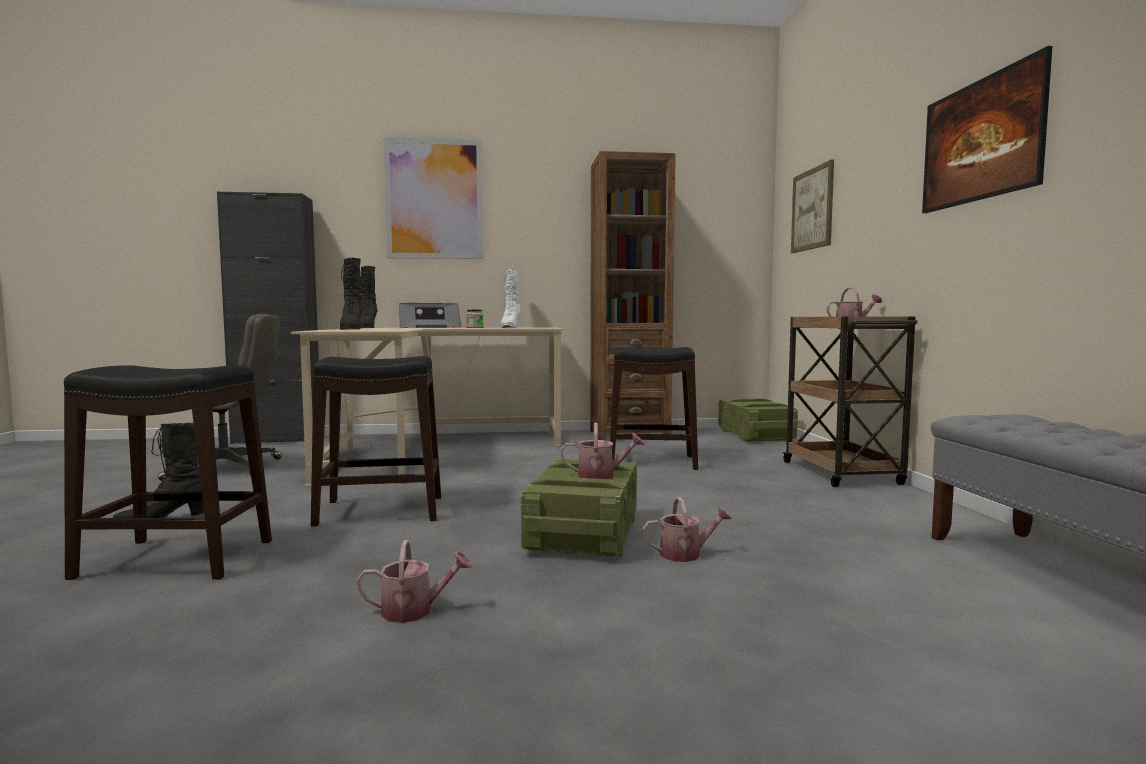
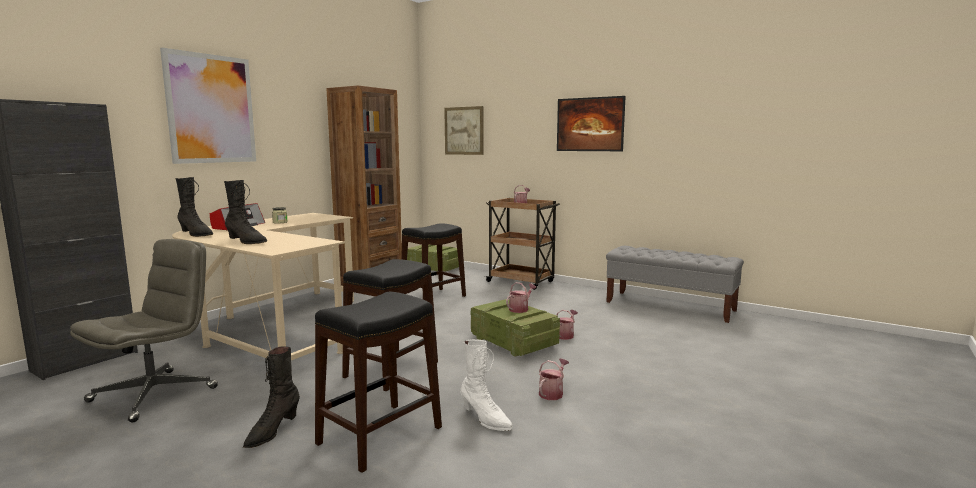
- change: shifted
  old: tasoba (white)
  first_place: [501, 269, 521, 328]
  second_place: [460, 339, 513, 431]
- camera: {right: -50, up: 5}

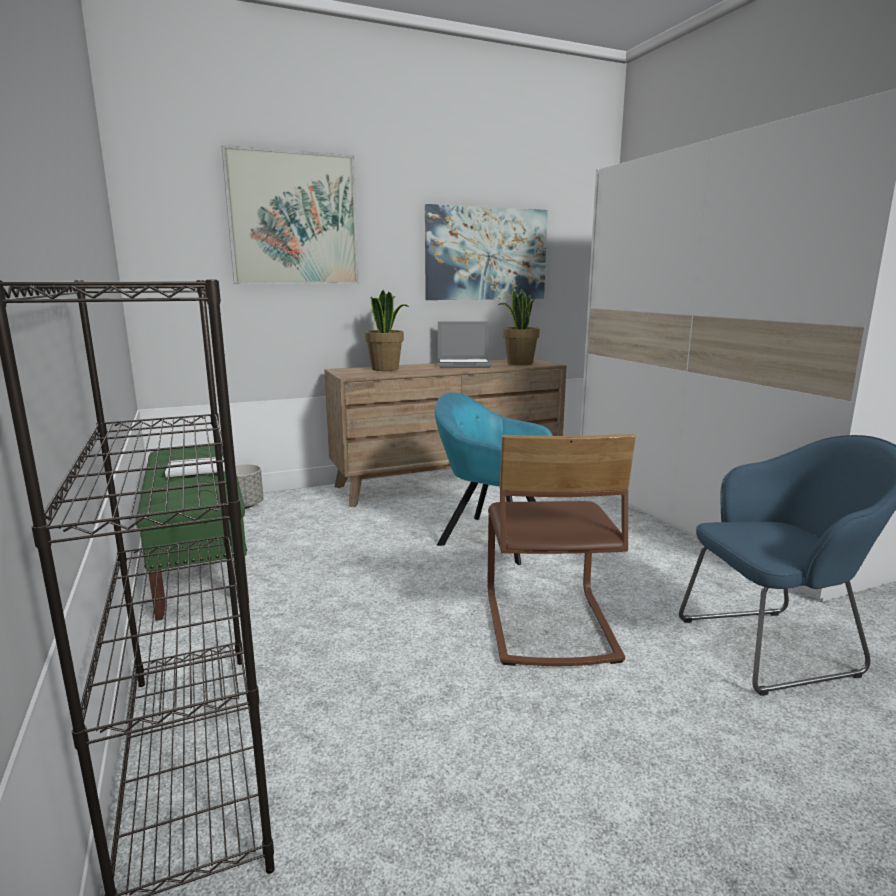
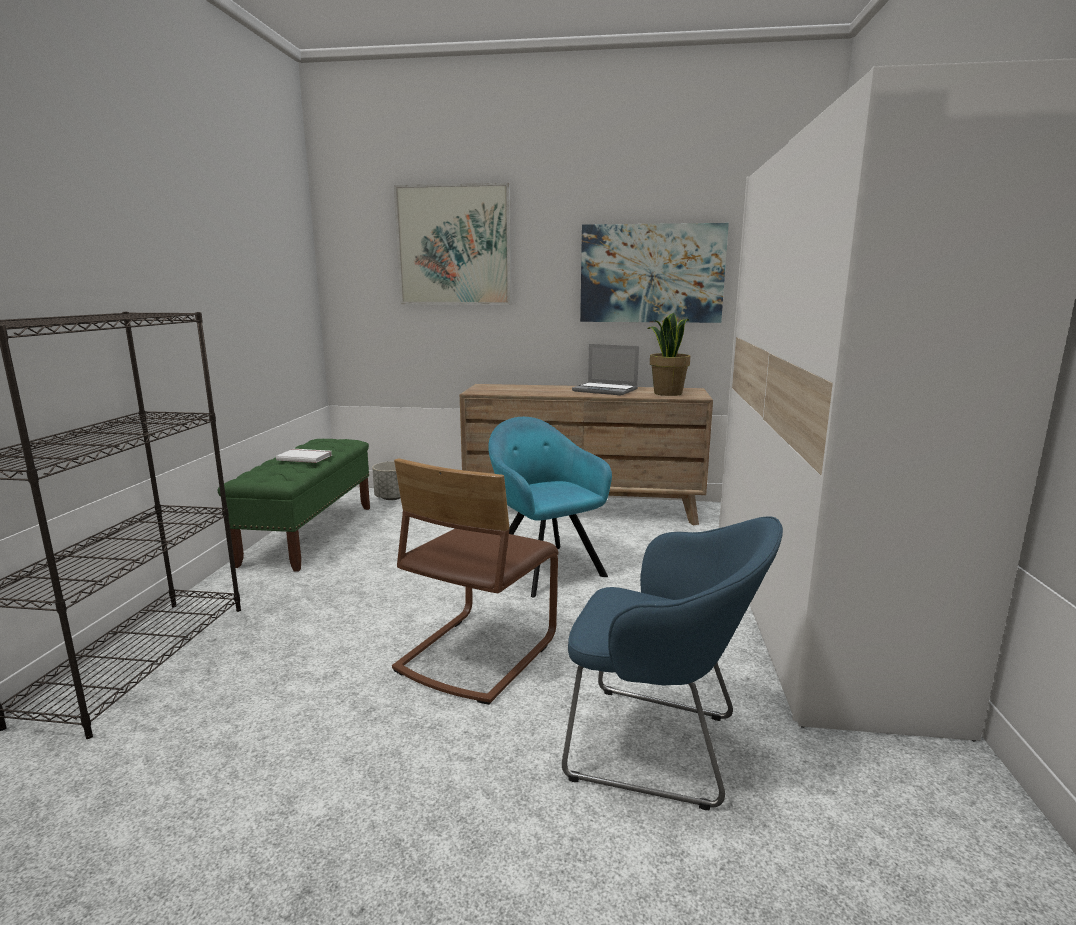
- change: gone
  old: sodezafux
  first_place: [365, 290, 409, 371]
- camera: {right: 30, up: 0}

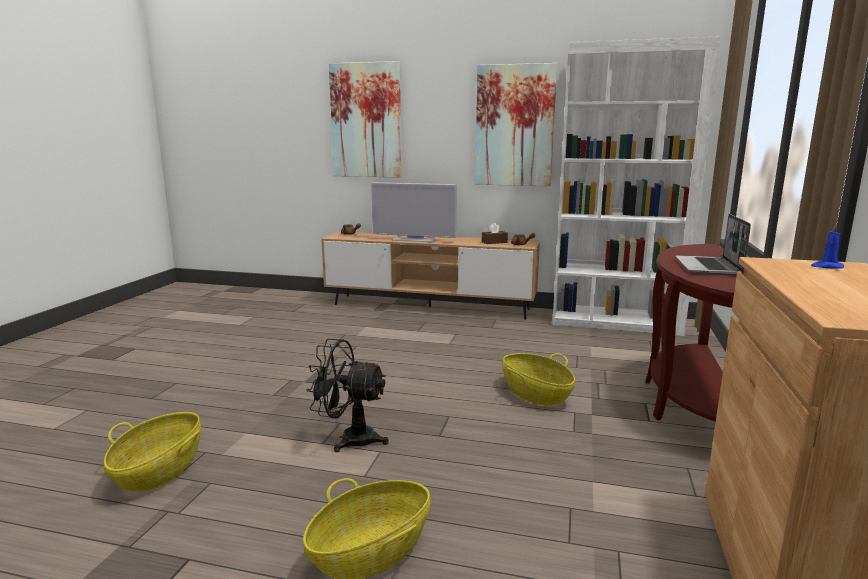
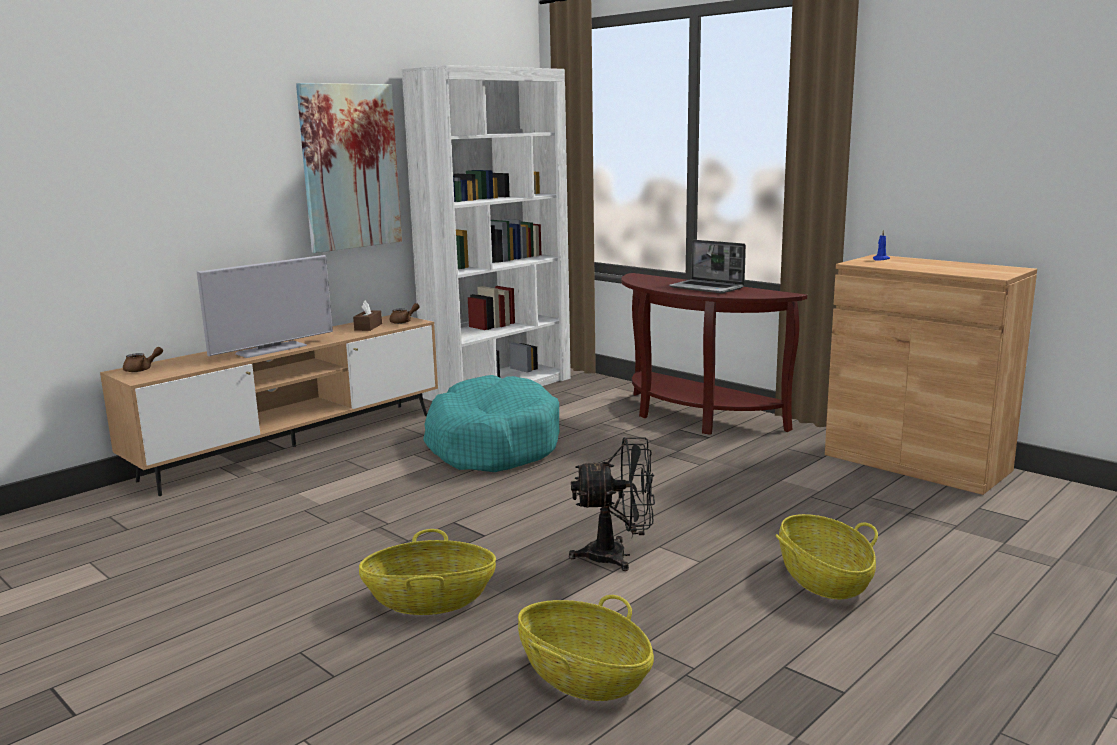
- change: rotated
  old: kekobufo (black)
  first_place: [306, 339, 389, 452]
  second_place: [569, 437, 655, 571]
  degrees: -135
- change: gone
  old: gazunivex
  first_place: [329, 61, 402, 178]
- change: shifted
  old: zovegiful
  first_place: [502, 353, 575, 406]
  second_place: [359, 529, 496, 615]
- change: new
  new: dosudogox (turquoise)
  second_place: [423, 375, 560, 472]
- camera: {right: -60, up: 0}

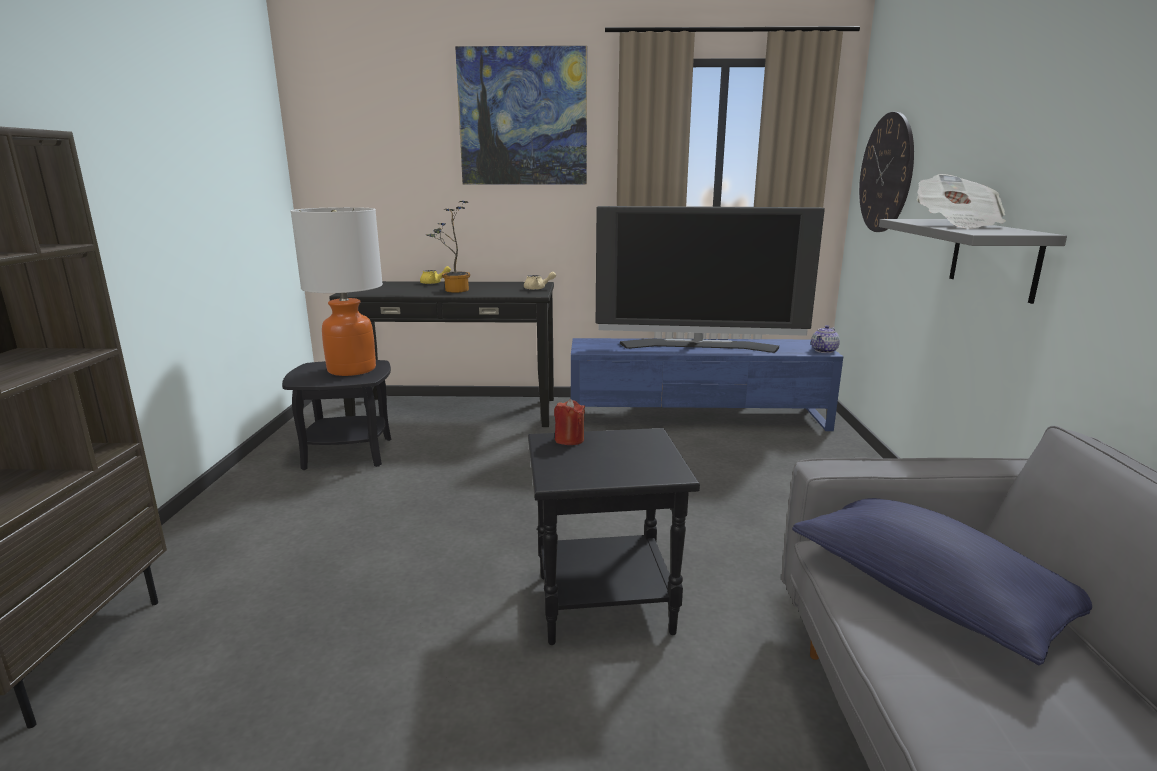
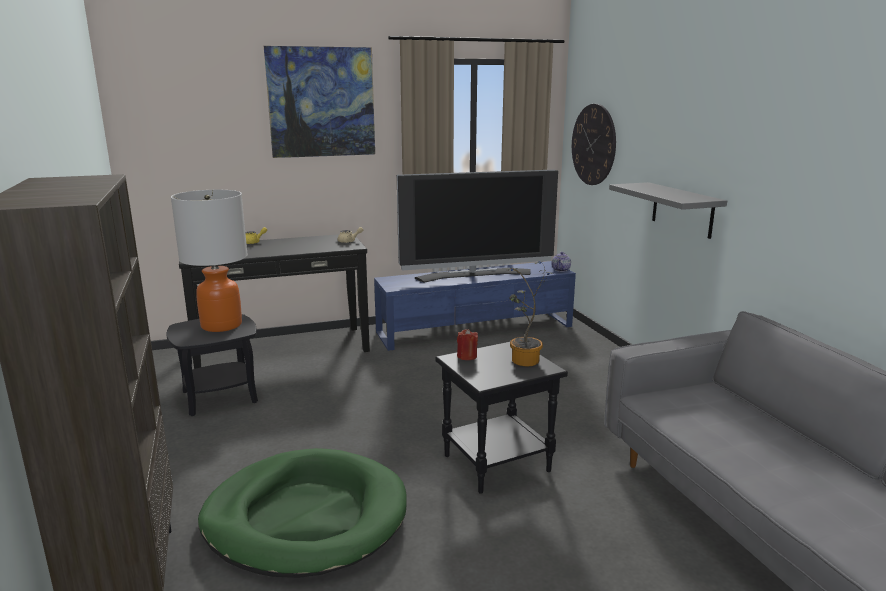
- change: shifted
  old: sodezafux
  first_place: [426, 201, 470, 293]
  second_place: [505, 261, 554, 366]
- change: gone
  old: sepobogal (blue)
  first_place: [792, 498, 1092, 665]
- change: gone
  old: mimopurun
  first_place: [917, 174, 1006, 229]
- change: new
  new: dosudogox (green)
  second_place: [198, 448, 407, 578]
- camera: {right: -20, up: 0}

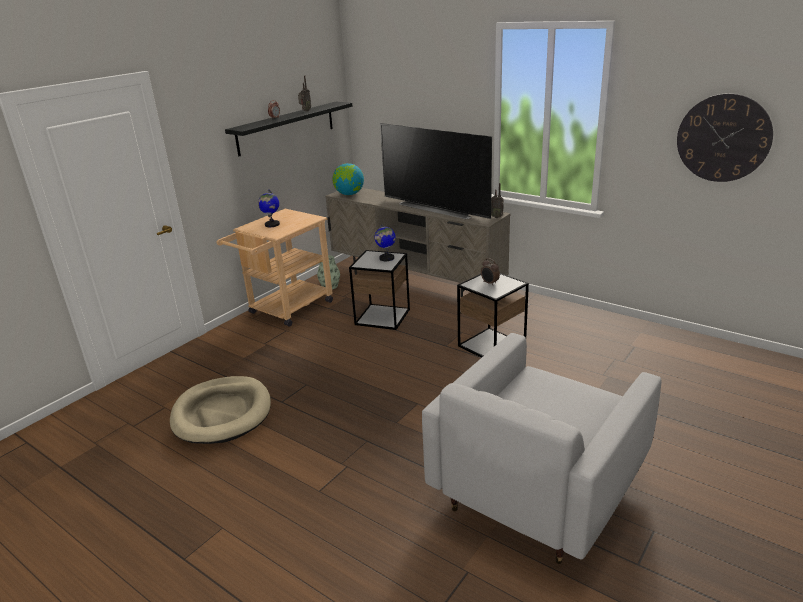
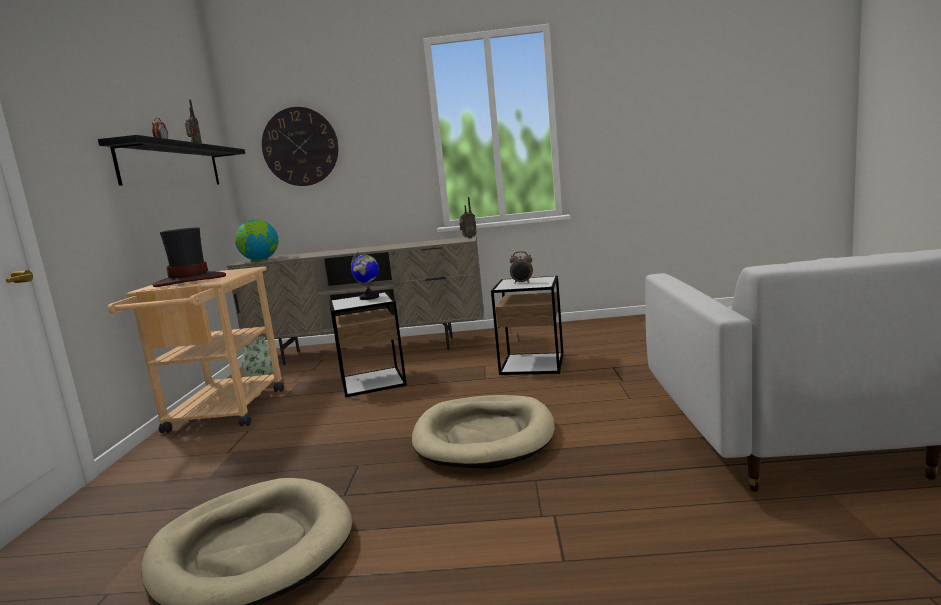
- change: swapped
  old: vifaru
  new: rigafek
  first_place: [258, 189, 280, 227]
  second_place: [152, 228, 226, 287]
- change: gone
  old: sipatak
  first_place: [380, 123, 492, 219]
- change: shifted
  old: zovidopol
  first_place: [677, 93, 773, 182]
  second_place: [262, 107, 338, 186]
- change: new
  new: dosudogox (beige)
  second_place: [412, 395, 555, 469]
- camera: {right: -35, up: -15}

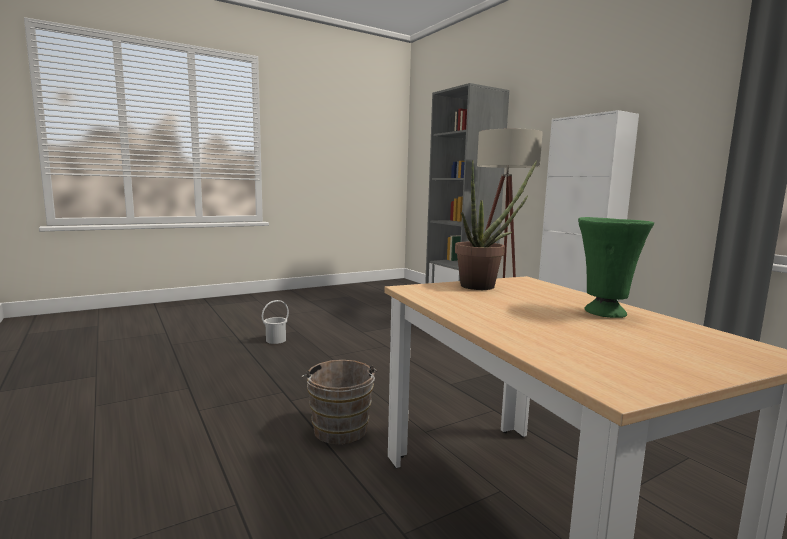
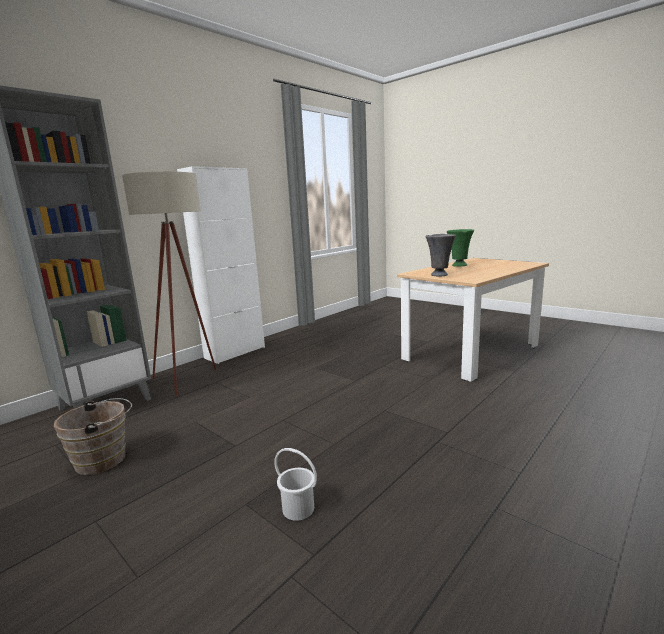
- change: shifted
  old: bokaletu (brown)
  first_place: [301, 360, 377, 444]
  second_place: [54, 398, 132, 475]
- change: swapped
  old: sodezafux
  new: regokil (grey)
  first_place: [455, 160, 537, 290]
  second_place: [425, 234, 456, 276]
- camera: {right: -105, up: 5}

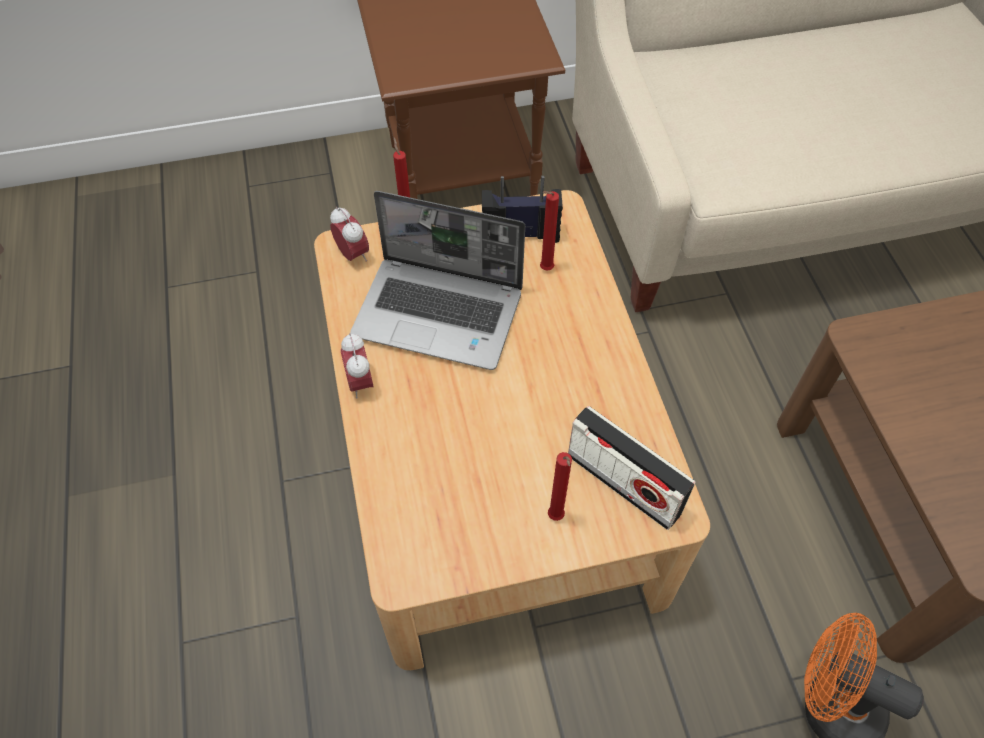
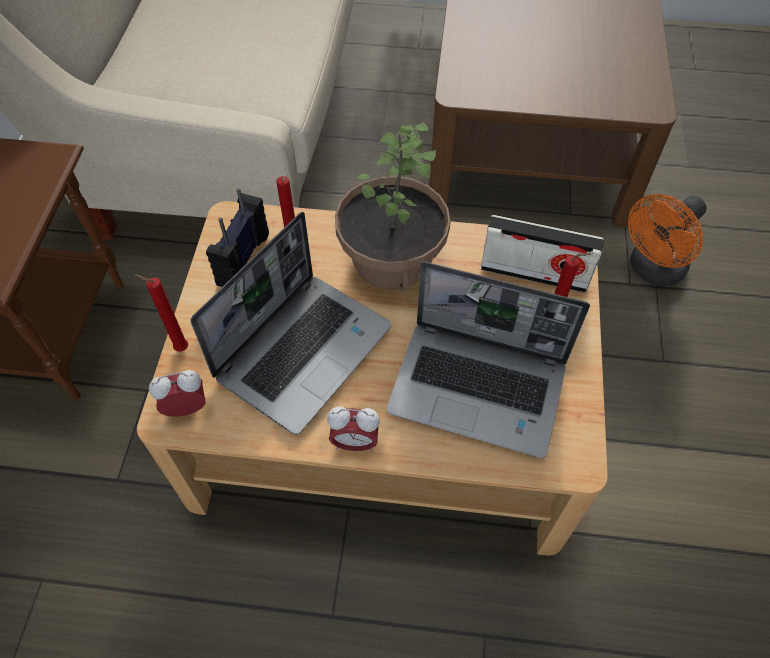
- change: rotated
  old: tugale
  first_place: [568, 406, 695, 530]
  second_place: [481, 215, 604, 293]
  degrees: 45
- change: new
  new: sodezafux
  second_place: [335, 122, 450, 291]
- change: new
  new: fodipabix
  second_place: [387, 262, 590, 458]
- camera: {right: -70, up: 0}

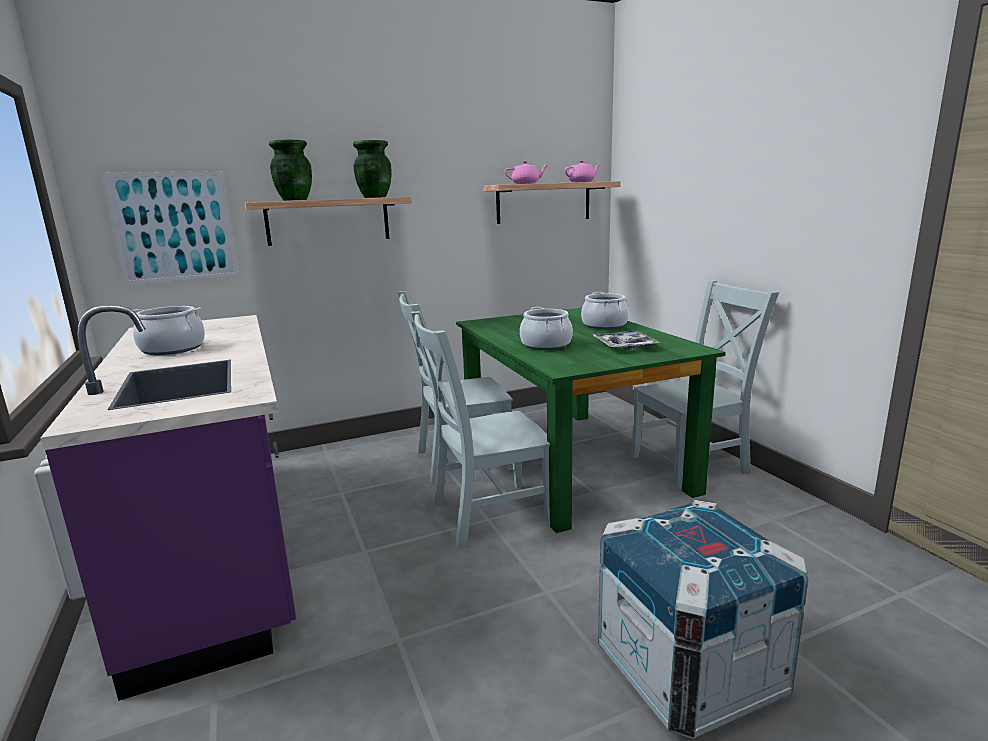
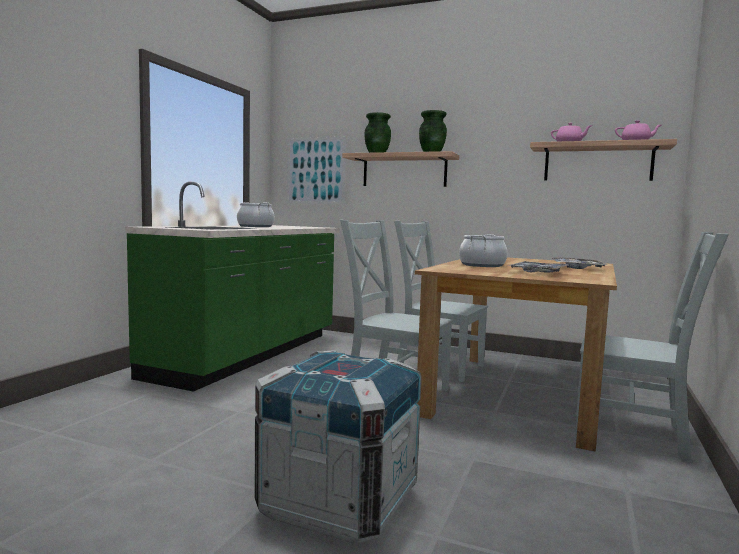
- change: repainted
  old: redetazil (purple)
  new: redetazil (green)
  first_place: [40, 305, 296, 701]
  second_place: [125, 181, 339, 392]
- change: repainted
  old: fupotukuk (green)
  new: fupotukuk (brown)
  first_place: [456, 308, 726, 533]
  second_place: [415, 257, 617, 452]
- change: swapped
  old: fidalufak
  new: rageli
  first_place: [581, 292, 629, 329]
  second_place: [552, 258, 607, 269]
- camera: {right: 45, up: -10}

